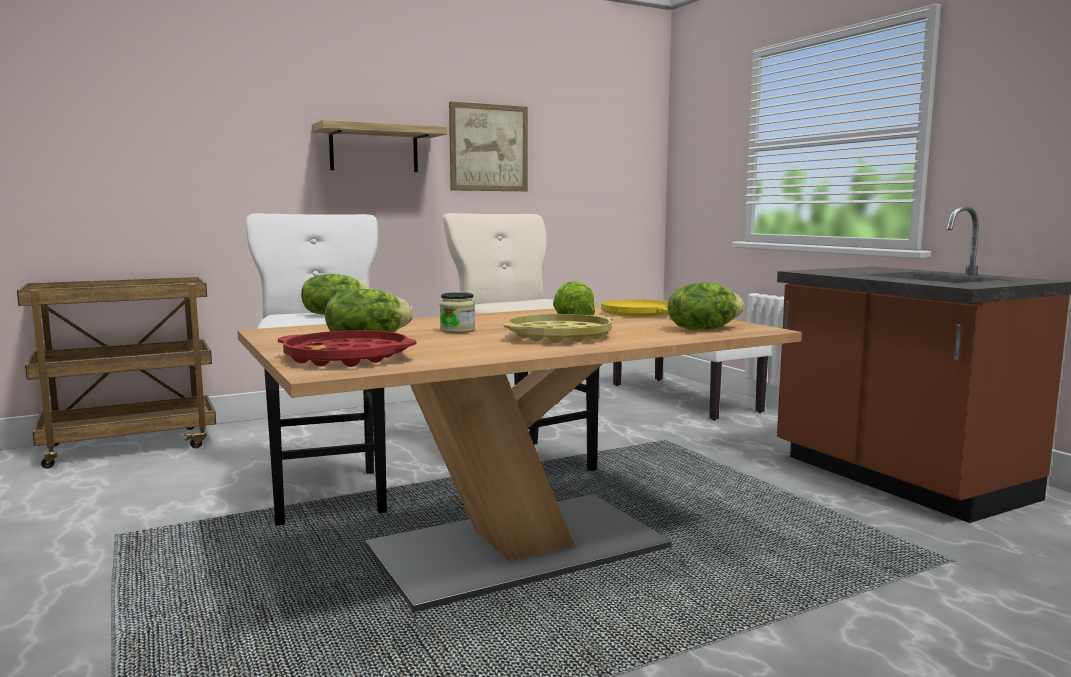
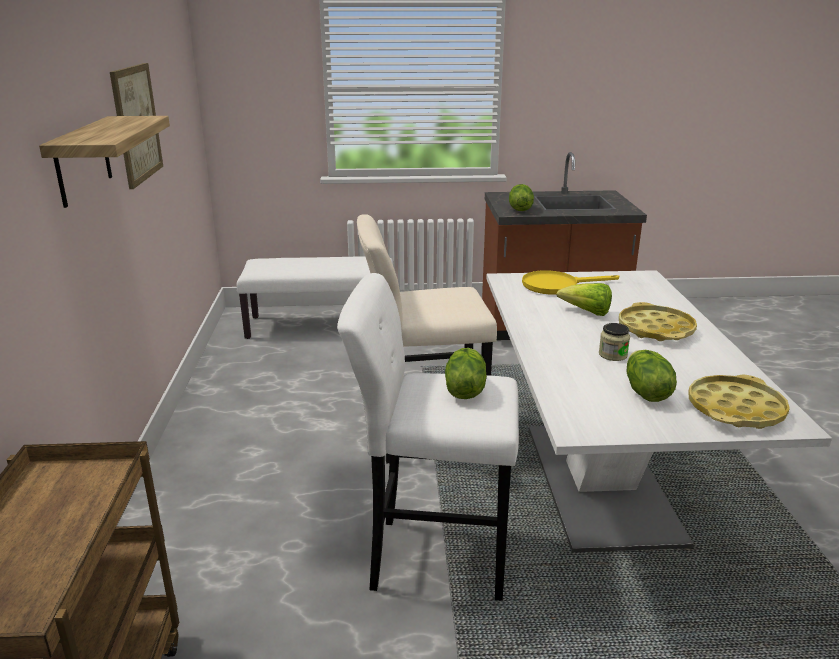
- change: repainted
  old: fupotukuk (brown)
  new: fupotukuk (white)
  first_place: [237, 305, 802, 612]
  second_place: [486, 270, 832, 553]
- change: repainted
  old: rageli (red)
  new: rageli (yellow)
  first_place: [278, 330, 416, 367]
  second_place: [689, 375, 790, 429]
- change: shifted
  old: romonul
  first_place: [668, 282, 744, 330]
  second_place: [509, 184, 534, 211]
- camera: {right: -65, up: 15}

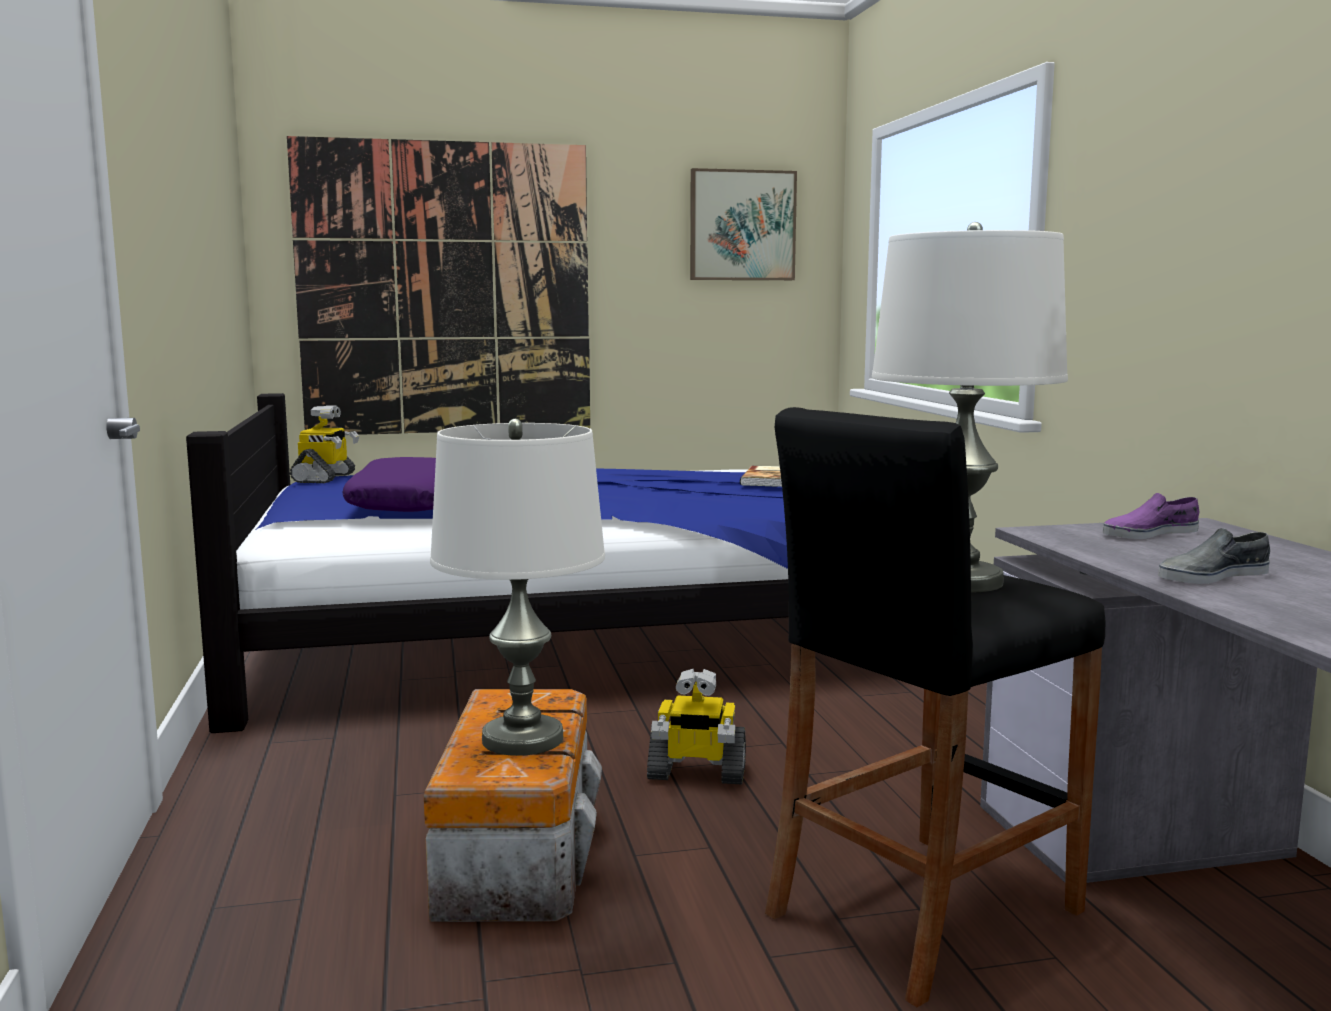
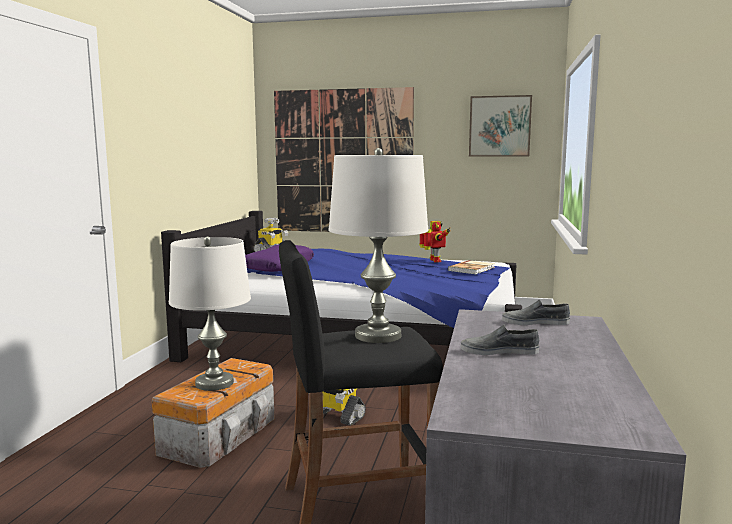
- change: repainted
  old: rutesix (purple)
  new: rutesix (grey)
  first_place: [1103, 493, 1200, 539]
  second_place: [502, 299, 570, 325]
- change: new
  new: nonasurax
  second_place: [419, 221, 450, 263]
- camera: {right: 25, up: 0}

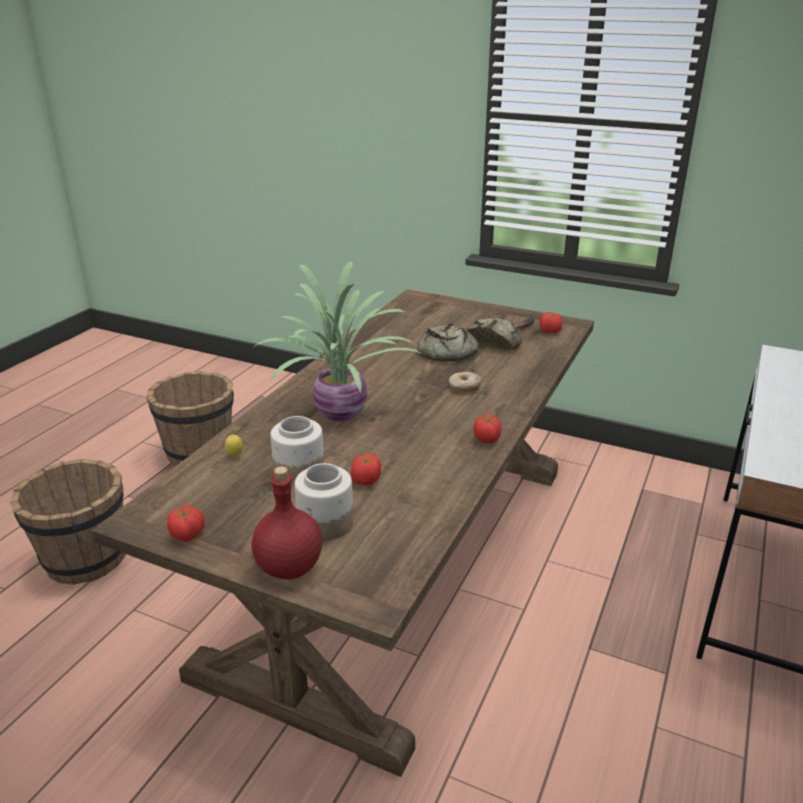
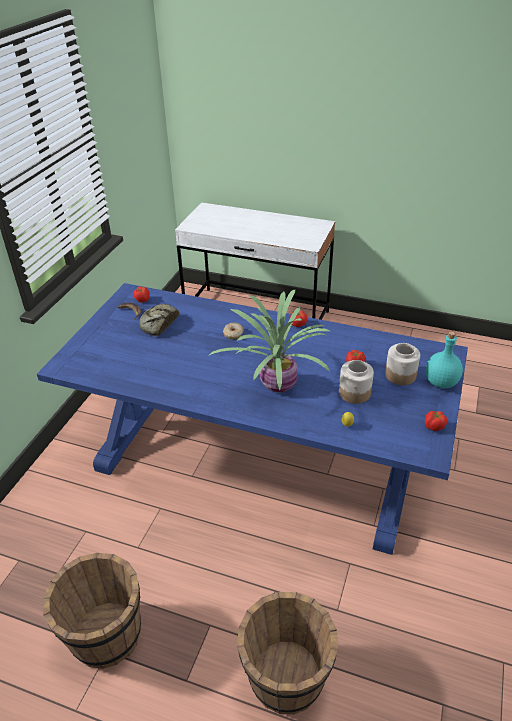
- change: repainted
  old: fupotukuk (brown)
  new: fupotukuk (blue)
  first_place: [92, 289, 594, 777]
  second_place: [37, 283, 468, 555]
- change: repainted
  old: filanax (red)
  new: filanax (turquoise)
  first_place: [252, 466, 322, 580]
  second_place: [426, 331, 463, 388]
- change: gone
  old: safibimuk
  first_place: [417, 323, 479, 361]
- camera: {right: -95, up: 10}

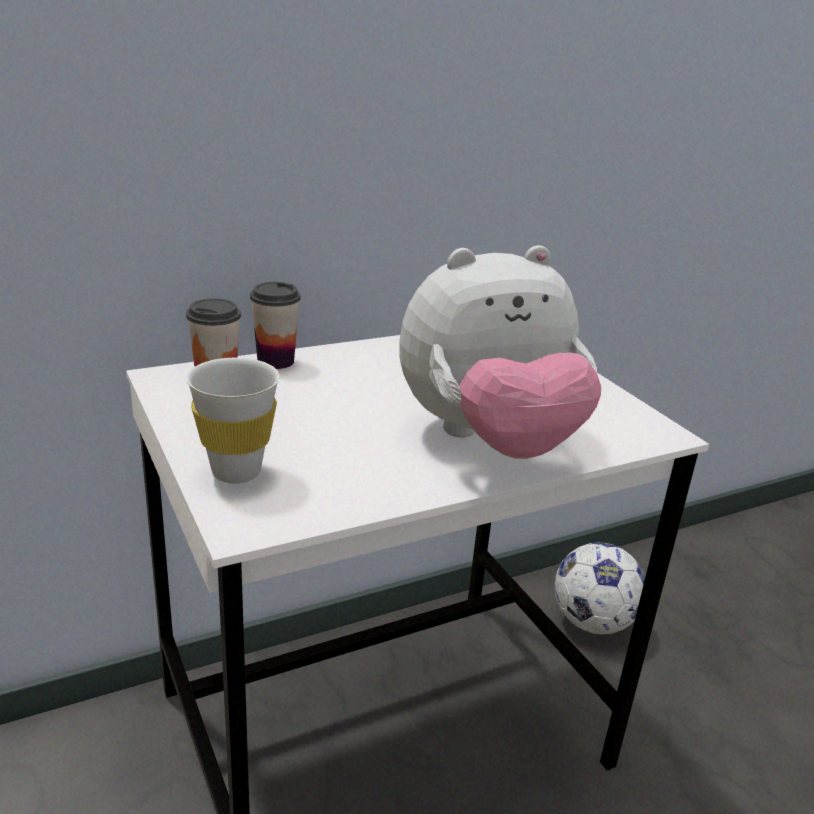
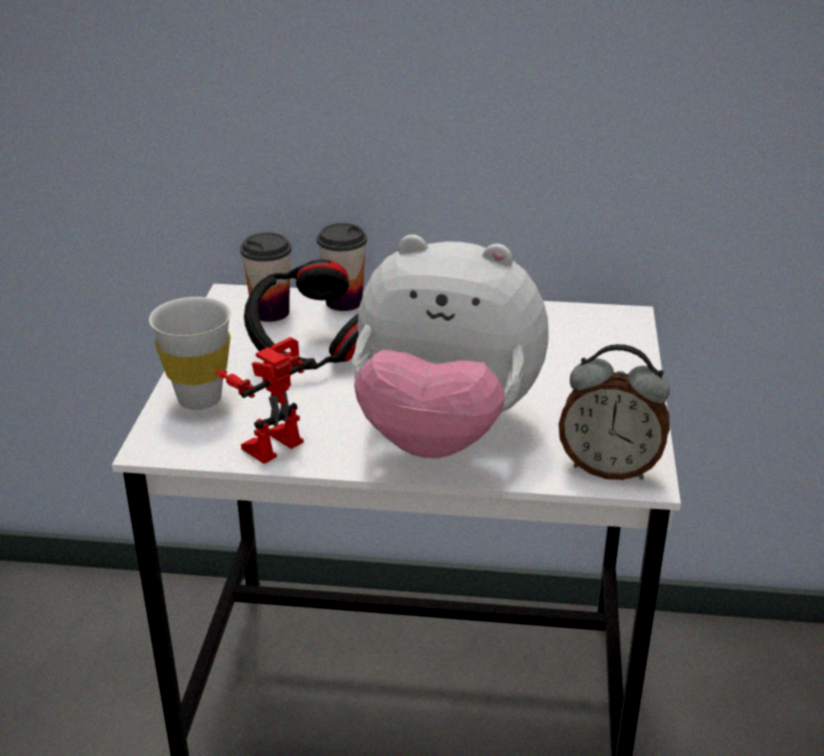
- change: gone
  old: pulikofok
  first_place: [555, 542, 645, 635]
- change: new
  new: nonasurax
  second_place: [215, 337, 311, 464]
- change: new
  new: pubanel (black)
  second_place: [244, 259, 359, 370]
- change: new
  new: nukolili
  second_place: [559, 344, 670, 480]
- camera: {right: 35, up: 5}

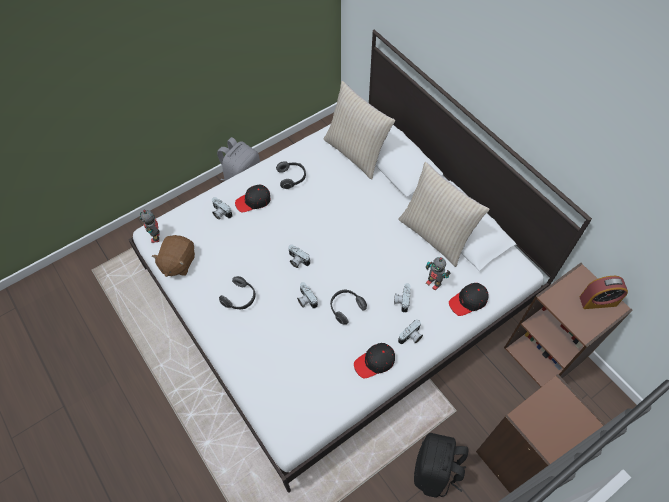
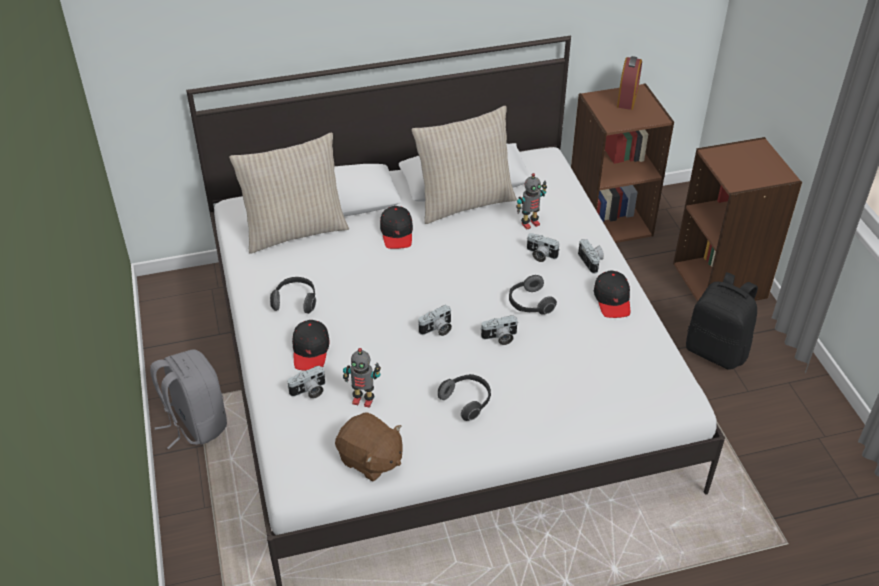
- change: shifted
  old: nonasurax
  first_place: [140, 210, 160, 243]
  second_place: [343, 348, 381, 408]
- change: shifted
  old: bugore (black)
  first_place: [449, 283, 489, 316]
  second_place: [380, 206, 413, 249]
- camera: {right: -70, up: -15}

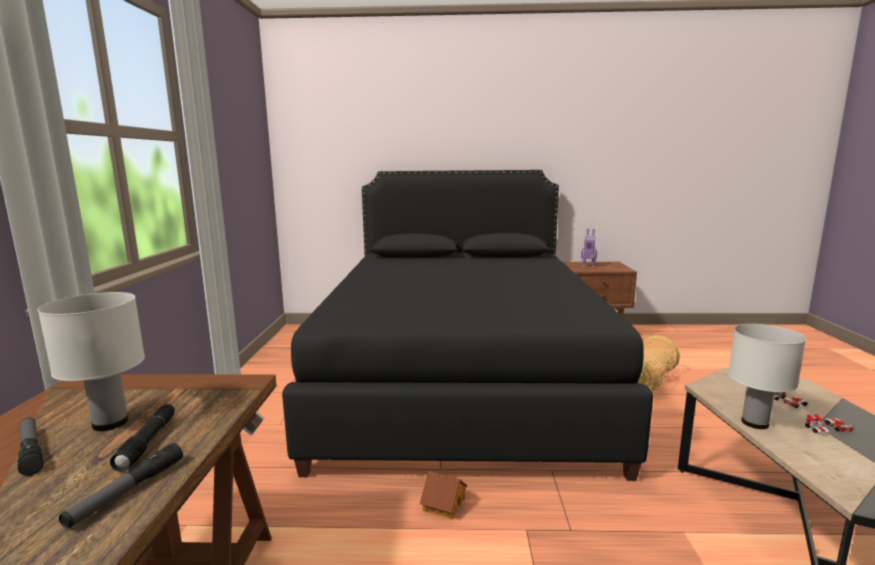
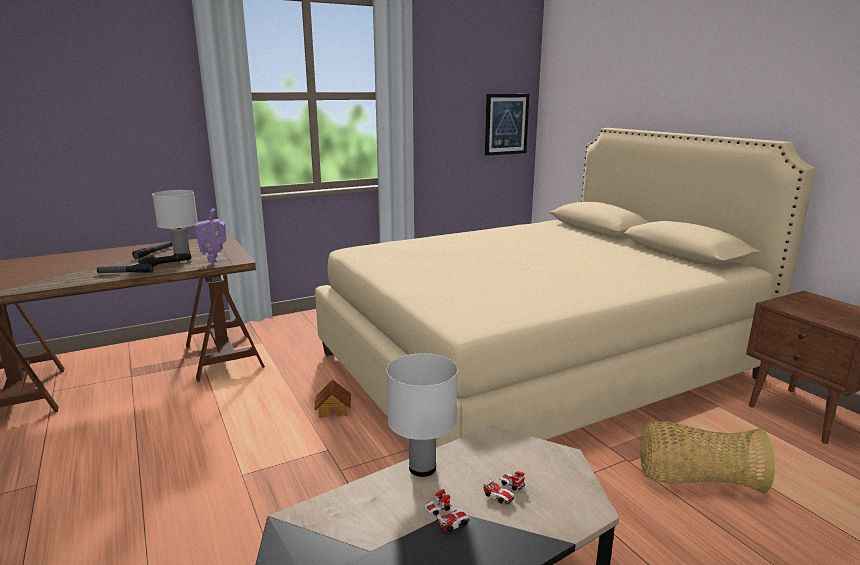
- change: repainted
  old: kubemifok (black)
  new: kubemifok (beige)
  first_place: [282, 170, 653, 481]
  second_place: [315, 128, 816, 448]
- change: shifted
  old: nonasurax
  first_place: [581, 229, 597, 268]
  second_place: [194, 209, 227, 266]
- change: new
  new: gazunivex
  second_place: [485, 94, 529, 156]
- camera: {right: 60, up: 5}

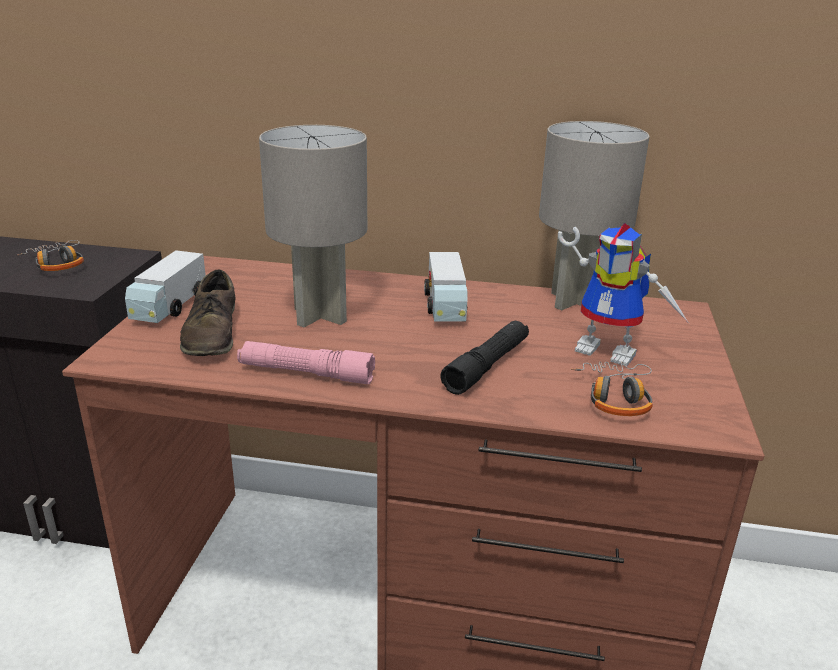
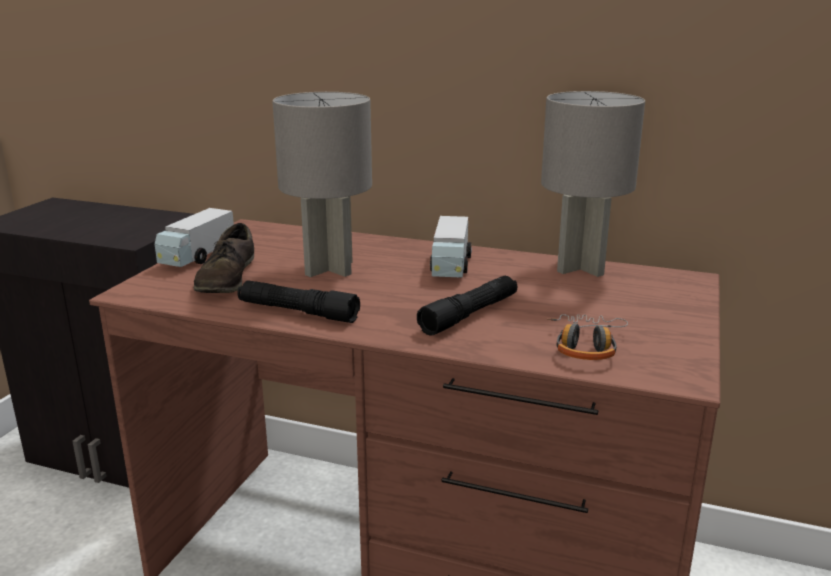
- change: gone
  old: pubanel
  first_place: [18, 240, 84, 271]
- change: repainted
  old: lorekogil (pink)
  new: lorekogil (black)
  first_place: [237, 341, 375, 384]
  second_place: [237, 280, 360, 323]
- change: gone
  old: nonasurax
  first_place: [558, 223, 688, 366]
- camera: {right: 10, up: -5}

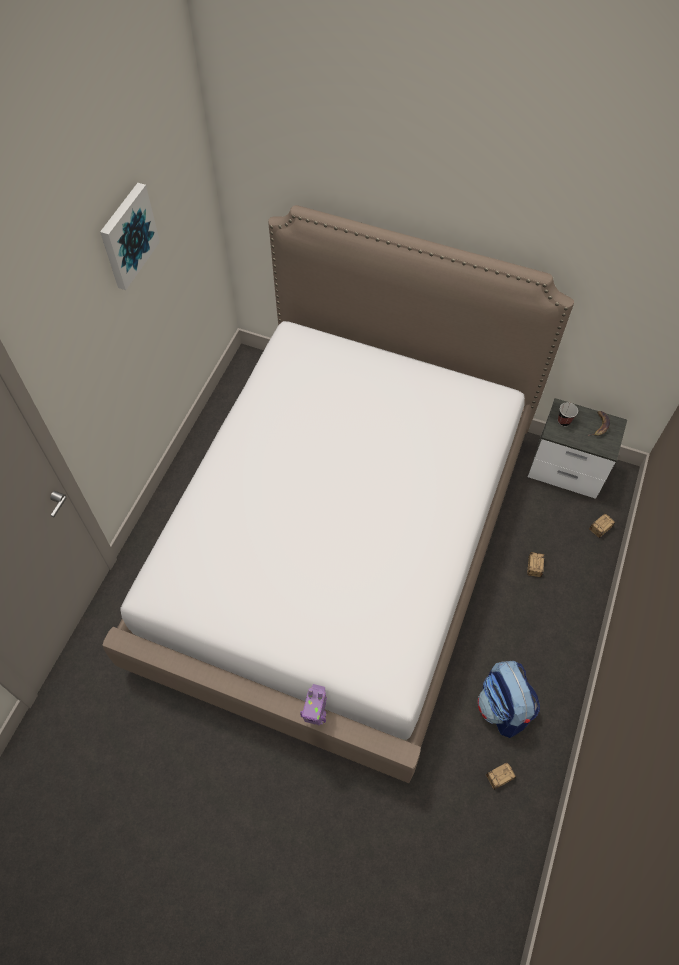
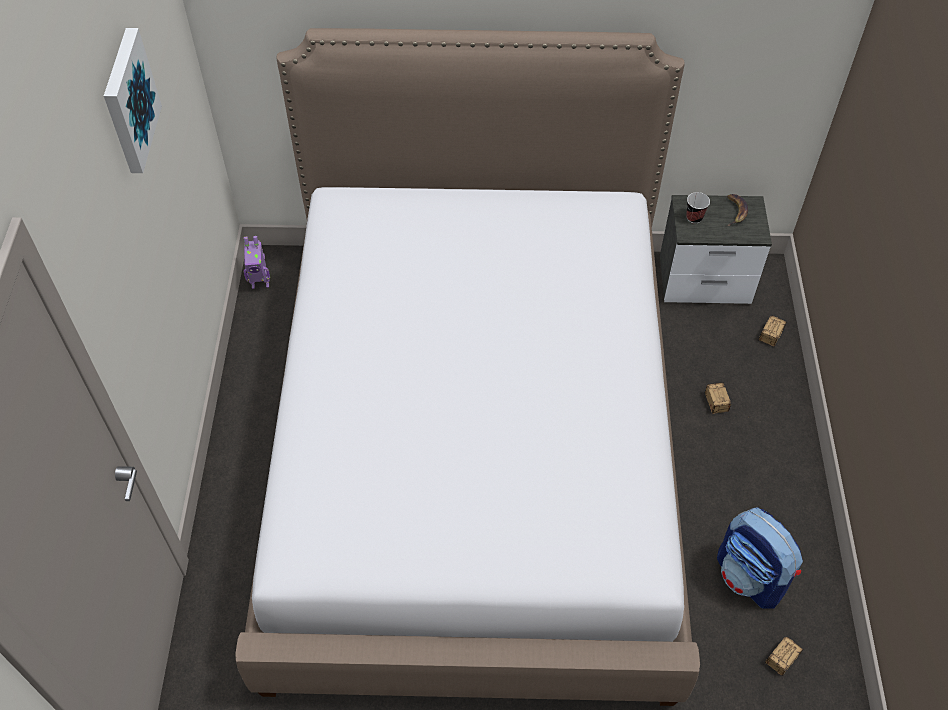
- change: shifted
  old: nonasurax
  first_place: [300, 684, 327, 725]
  second_place: [244, 236, 270, 289]
- camera: {right: -20, up: -5}

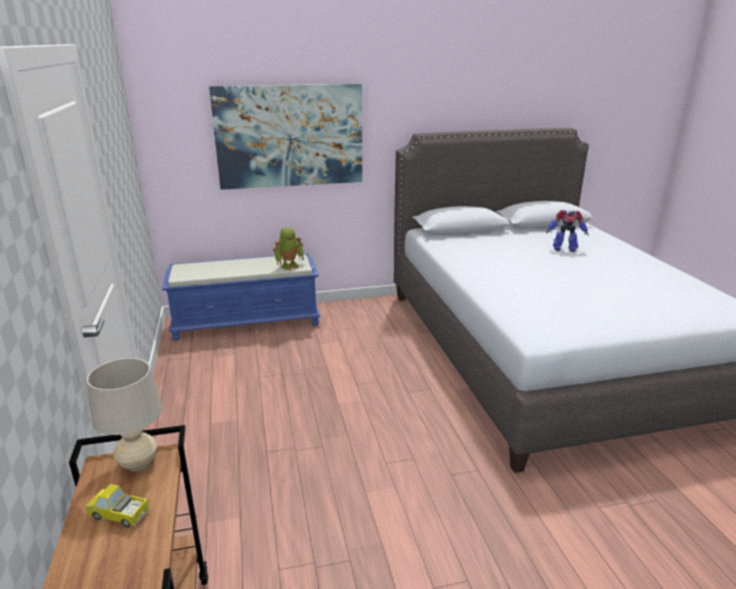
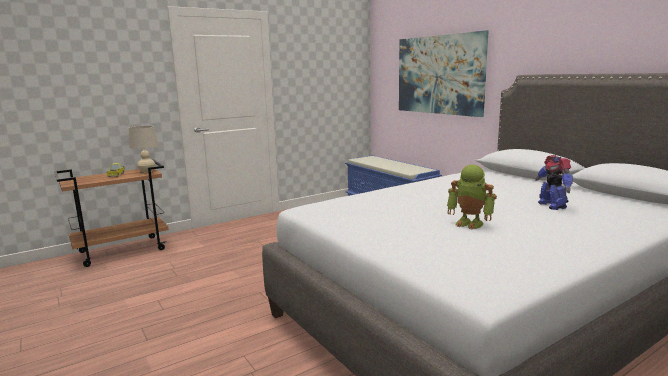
- change: shifted
  old: nonasurax
  first_place: [273, 227, 304, 270]
  second_place: [447, 164, 497, 229]
- camera: {right: 70, up: -10}

